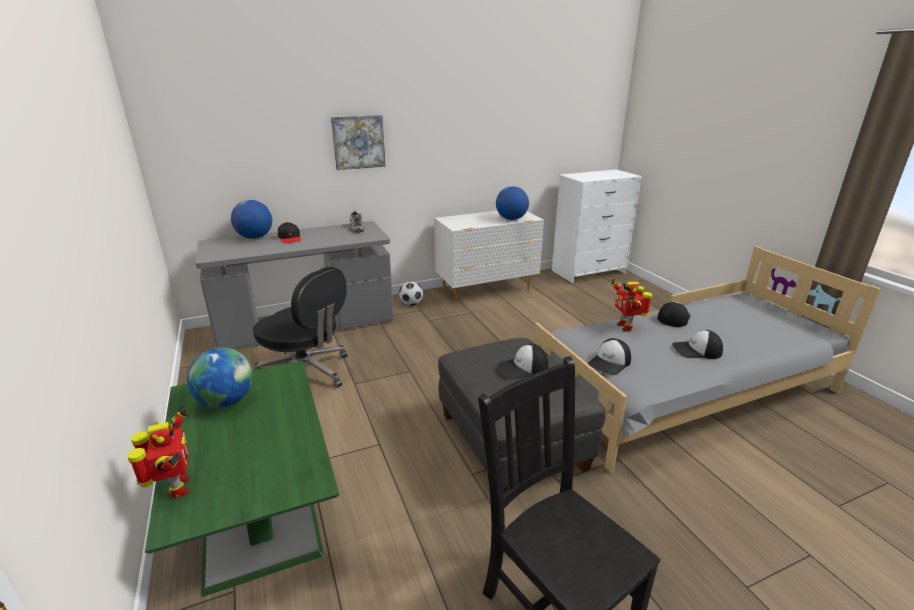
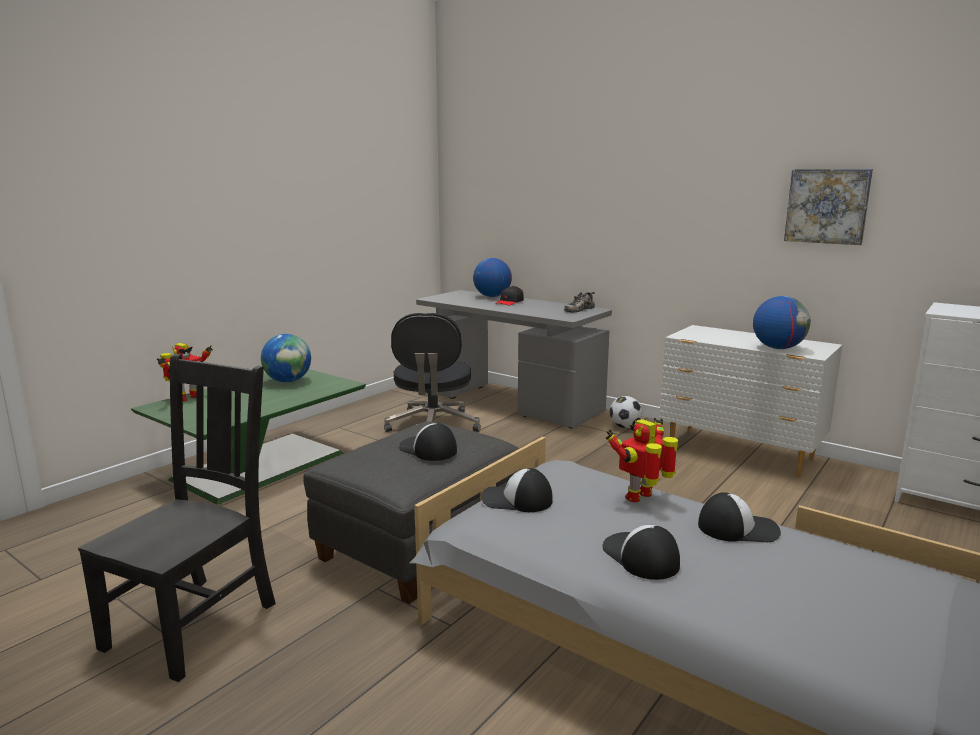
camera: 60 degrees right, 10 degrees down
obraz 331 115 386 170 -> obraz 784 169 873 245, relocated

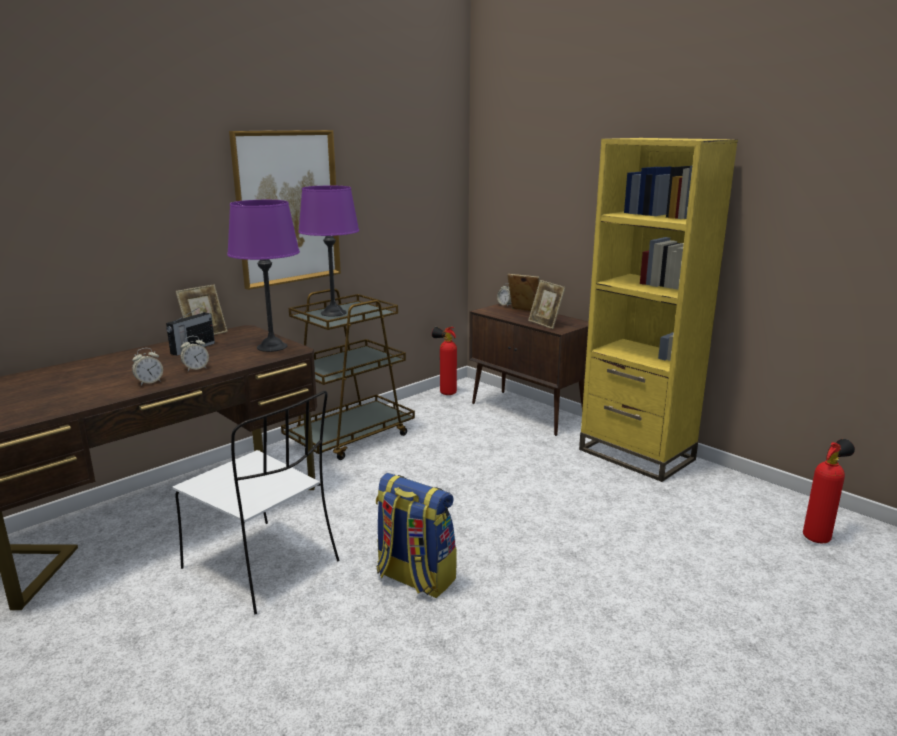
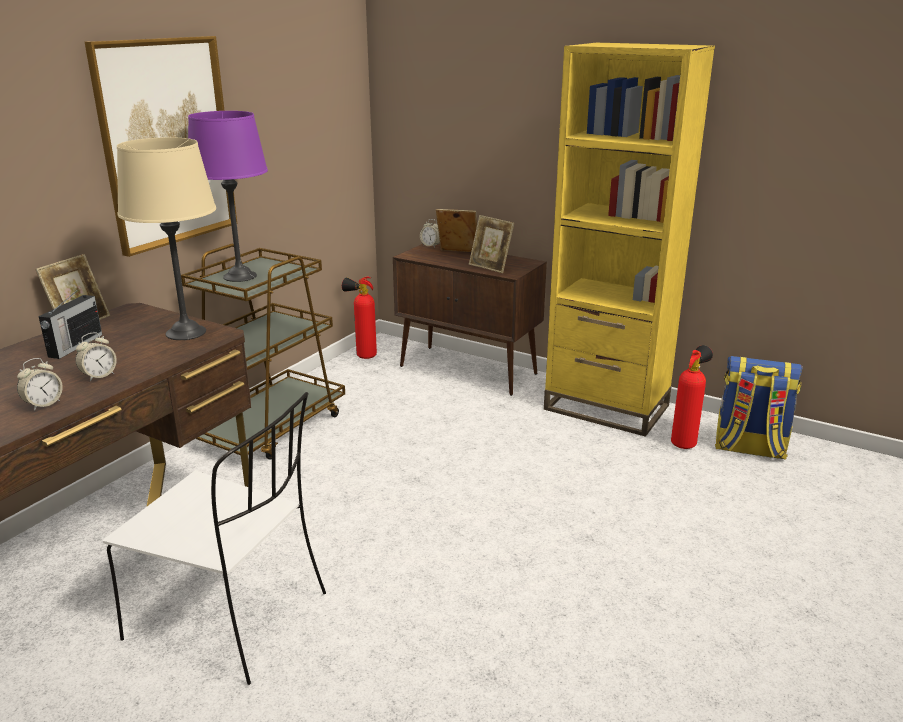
camera: 15 degrees left, 5 degrees up
lampa stołowa/fioletowy 227 200 300 352 -> lampa stołowa/beżowy 117 137 216 340
gaśnica 803 439 855 543 -> gaśnica 671 345 713 449, relocated
plecak 376 473 457 598 -> plecak 715 356 803 460, relocated

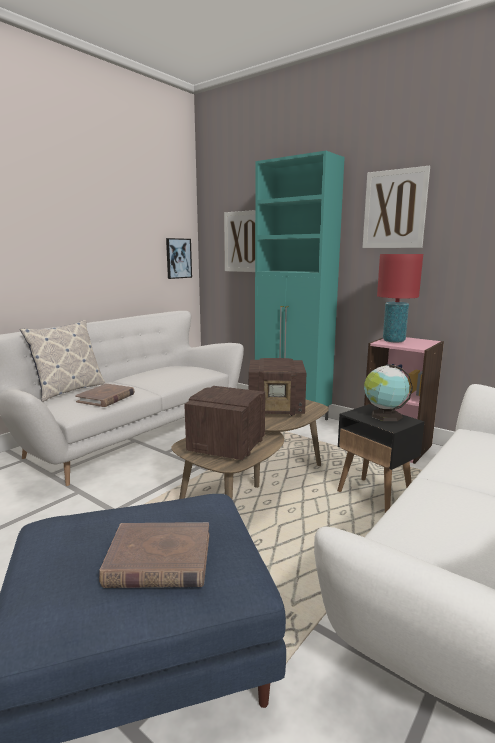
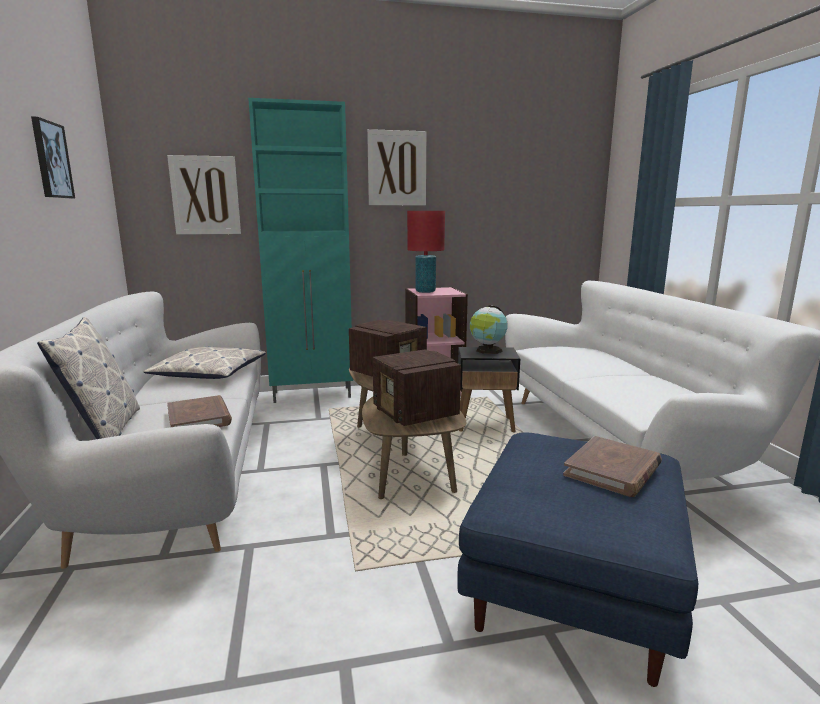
camera: 50 degrees left, 0 degrees up
obraz 166 238 192 279 -> obraz 31 116 75 198, relocated
none -> poduszka 143 346 266 379

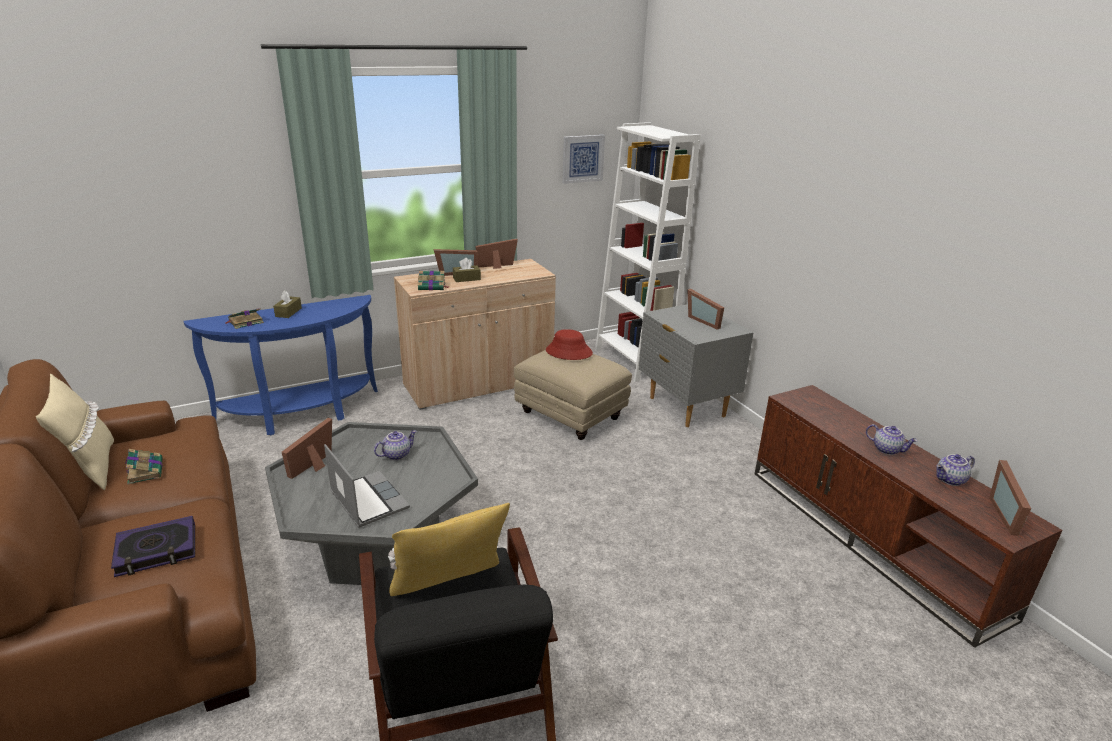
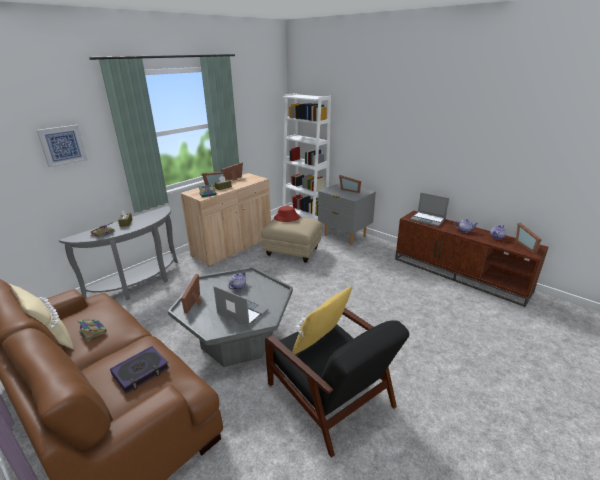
camera: 20 degrees left, 0 degrees up
obraz 563 135 605 184 -> obraz 37 125 87 168, relocated
stolik konsolowy/niebieski 184 295 378 436 -> stolik konsolowy/szary 59 206 178 300
none -> laptop 410 193 449 227

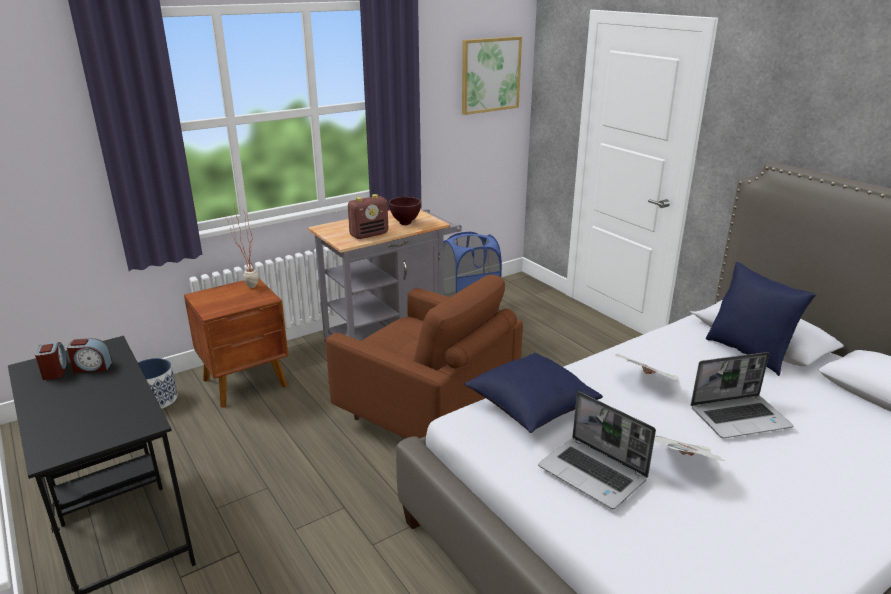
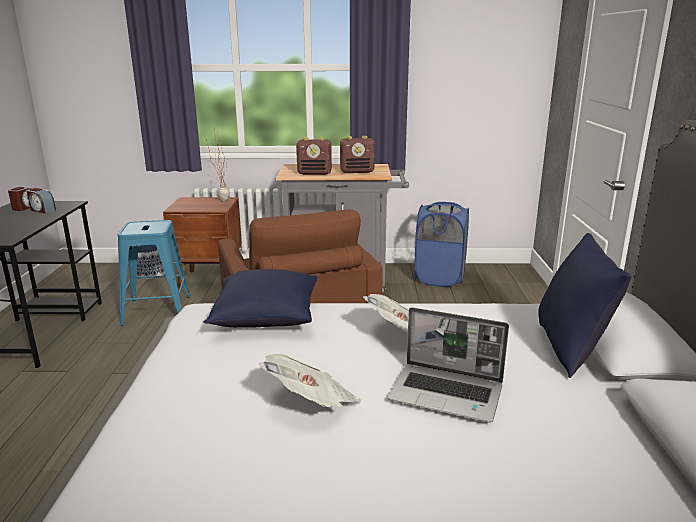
camera: 35 degrees right, 5 degrees down
obraz 462 36 522 115 -> none
miska/brązowy 389 197 421 225 -> radio 340 136 375 173
laptop 538 392 656 509 -> none
none -> stołek/niebieski 118 220 190 326

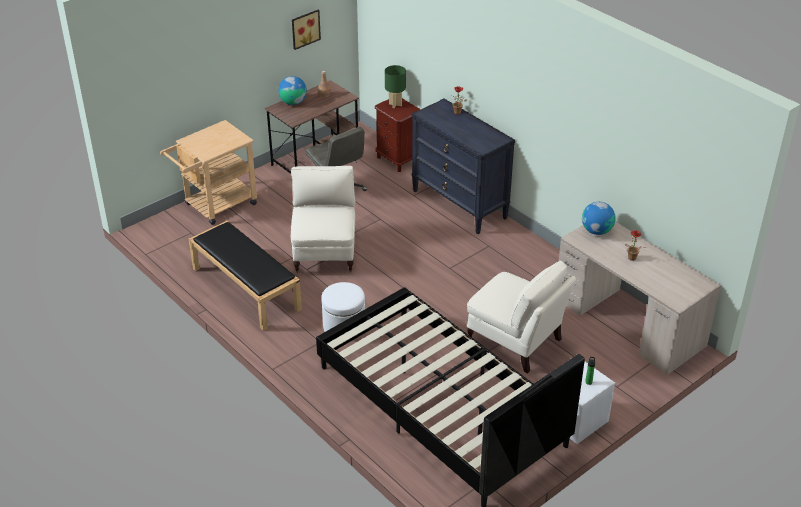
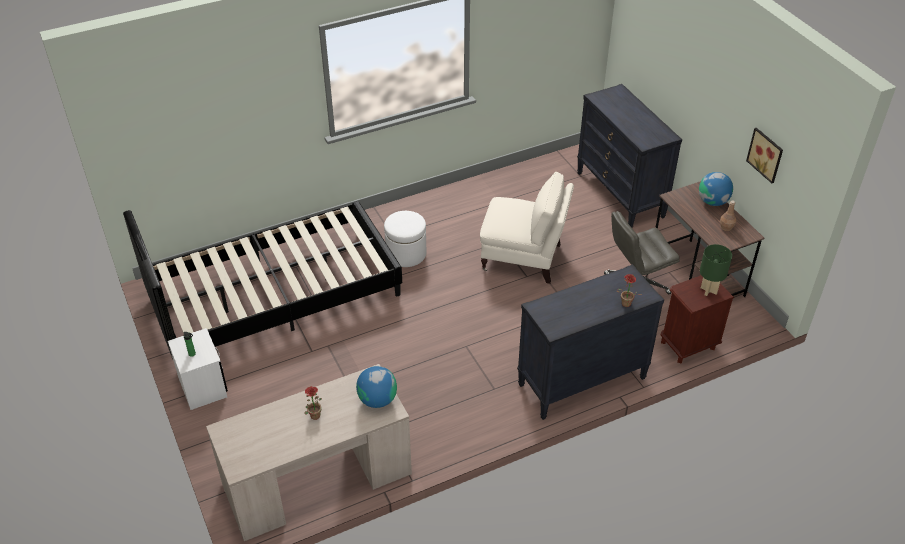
camera: 105 degrees right, 5 degrees up
wózek/beżowy 160 120 257 225 -> komoda/czarny 577 84 682 227
ławka/czarny 189 221 302 331 -> none
fotel/beżowy 467 260 576 373 -> none

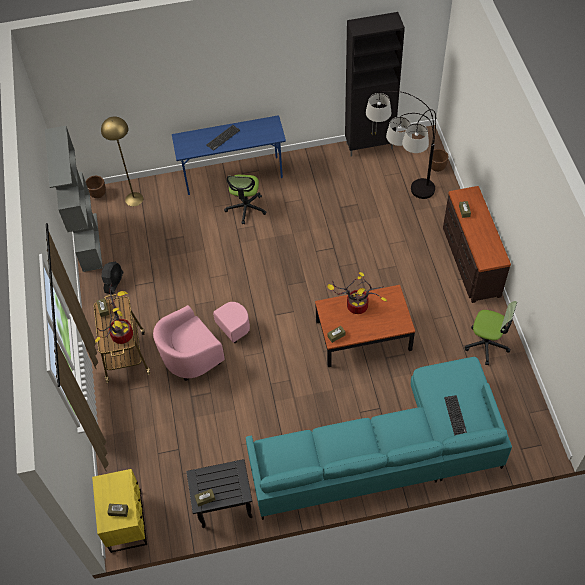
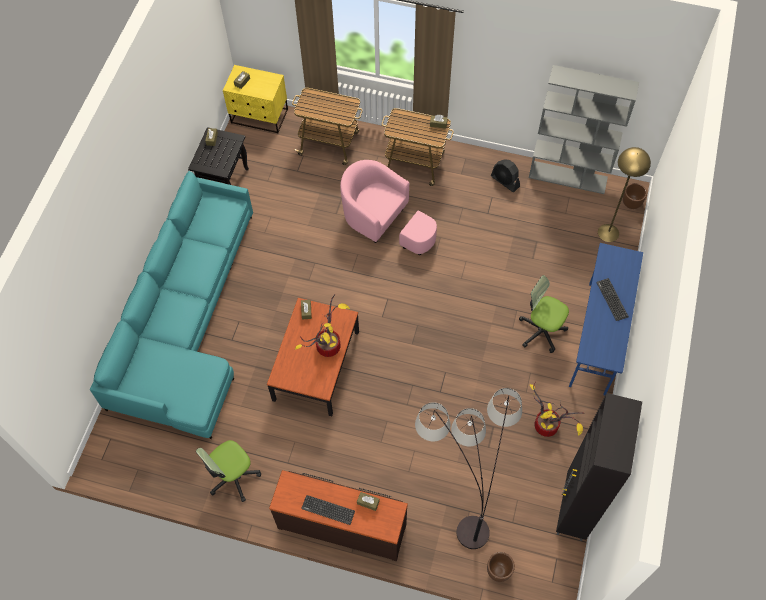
camera: 115 degrees right, 5 degrees up
roślina doniczkowa 95 283 133 344 -> roślina doniczkowa 530 381 585 437, relocated
fotel/różowy 153 302 250 381 -> fotel/różowy 340 160 437 256, 45 degrees counterclockwise
klawiatura 444 395 467 435 -> klawiatura 301 495 355 525, relocated
none -> wózek 292 88 363 165

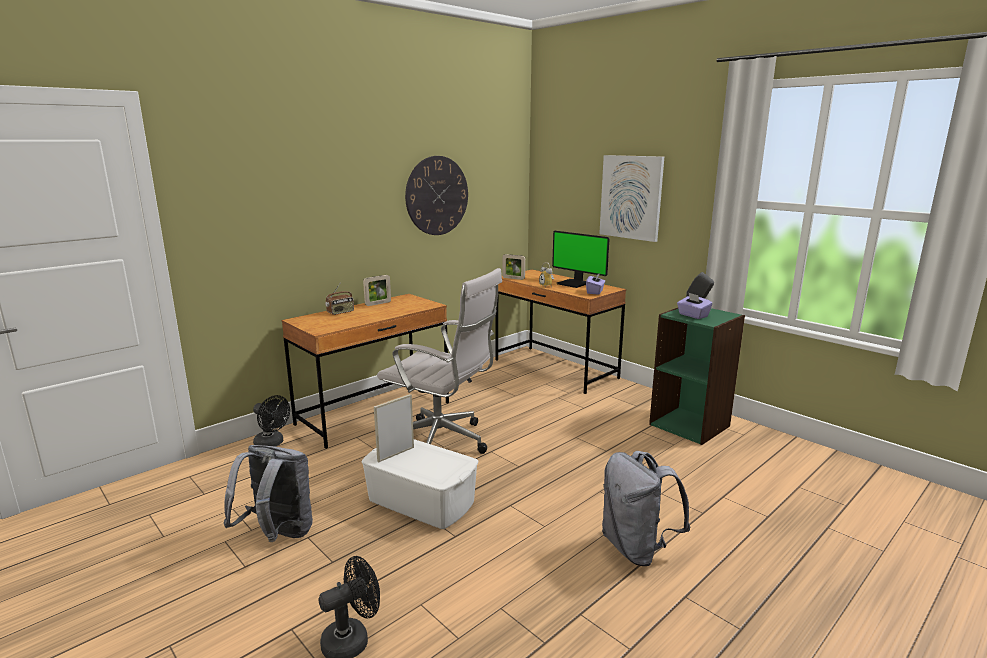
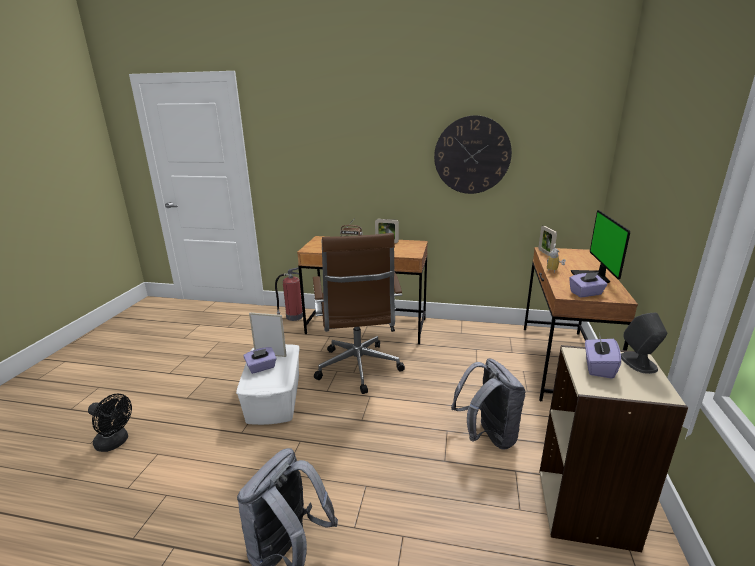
camera: 55 degrees right, 5 degrees up
obraz 599 155 664 242 -> none
krzesło biurowe/biały 377 268 502 454 -> krzesło biurowe/brązowy 313 233 405 394
regał/zielony 649 308 745 445 -> regał/beżowy 539 345 688 552
wentylator/czarny 253 395 290 447 -> gaśnica 275 267 303 321
plecak/szary 224 445 313 542 -> plecak/szary 451 358 526 450, relocated
none -> pudełko chusteczek/fioletowy 243 347 277 374

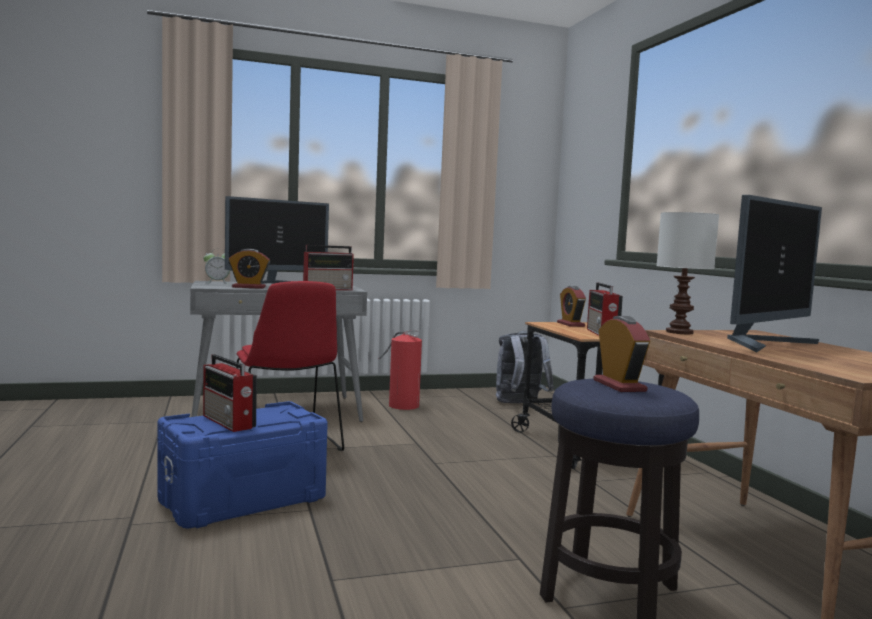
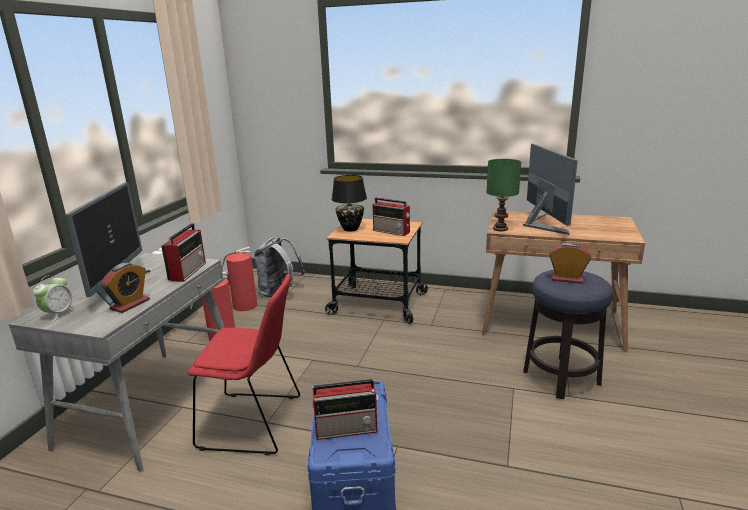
camera: 55 degrees left, 15 degrees up
lampa stołowa/biały 657 212 719 334 -> lampa stołowa/zielony 486 159 521 231
budzik 557 286 586 327 -> lampa stołowa/czarny 332 175 367 232
none -> gaśnica 222 247 257 311

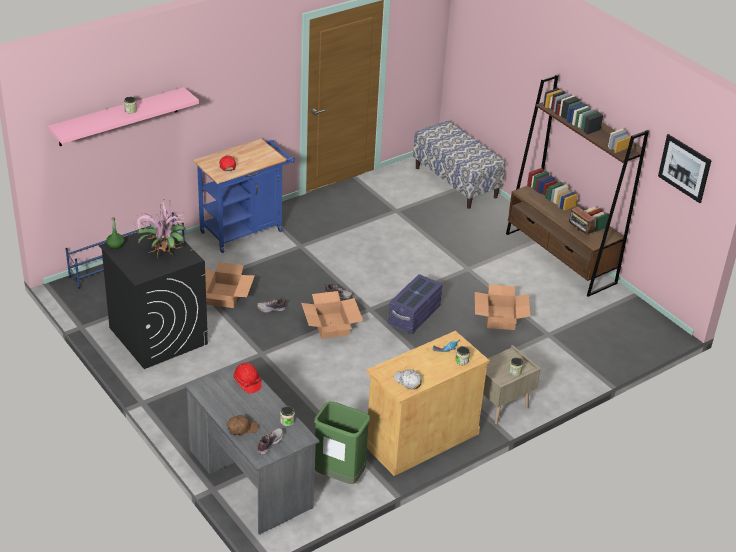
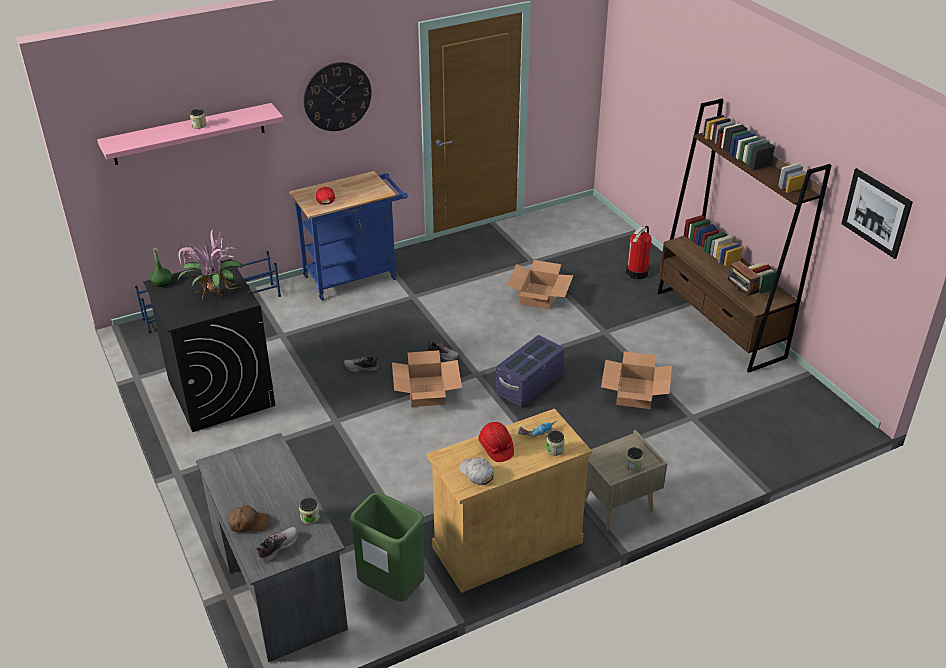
camera: 10 degrees right, 0 degrees up
ławka 413 121 506 209 -> none
karton 205 262 255 308 -> karton 507 260 573 309, relocated
kask/czerwony 233 363 262 394 -> kask/czerwony 479 422 514 462, relocated
none -> zegar ścienny 304 62 372 131
none -> gaśnica 626 226 652 279

